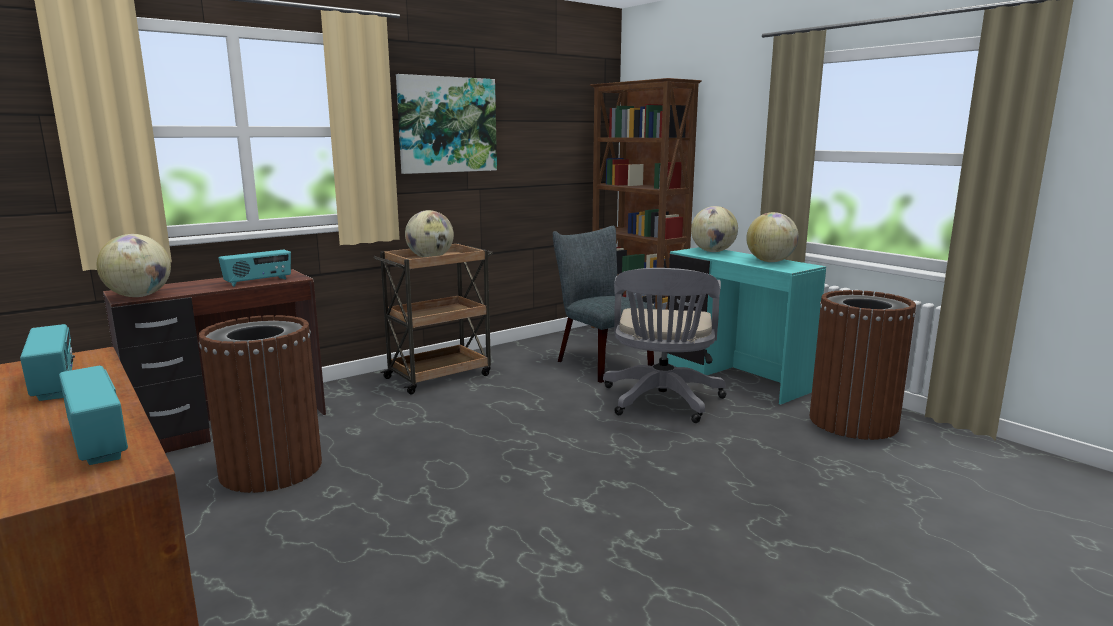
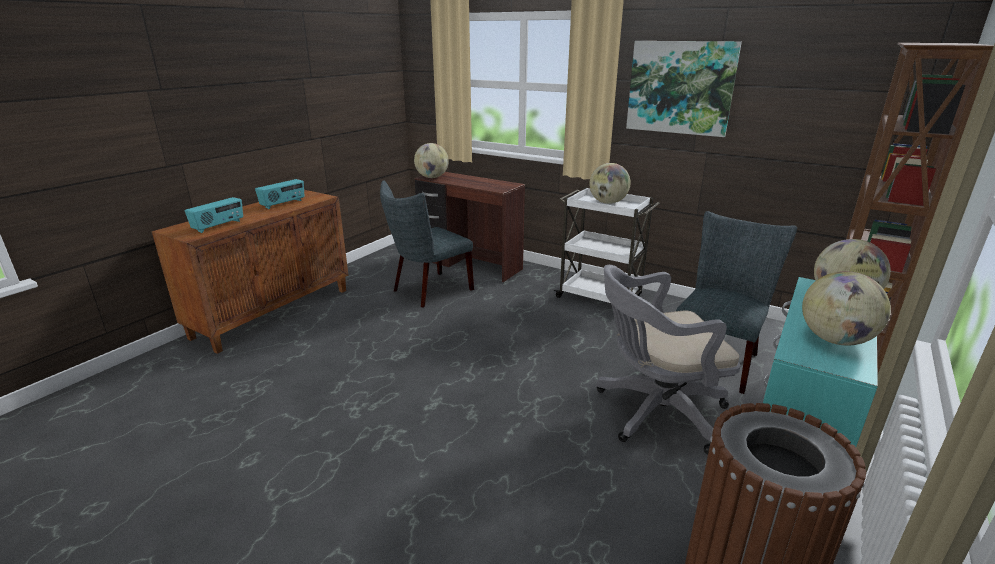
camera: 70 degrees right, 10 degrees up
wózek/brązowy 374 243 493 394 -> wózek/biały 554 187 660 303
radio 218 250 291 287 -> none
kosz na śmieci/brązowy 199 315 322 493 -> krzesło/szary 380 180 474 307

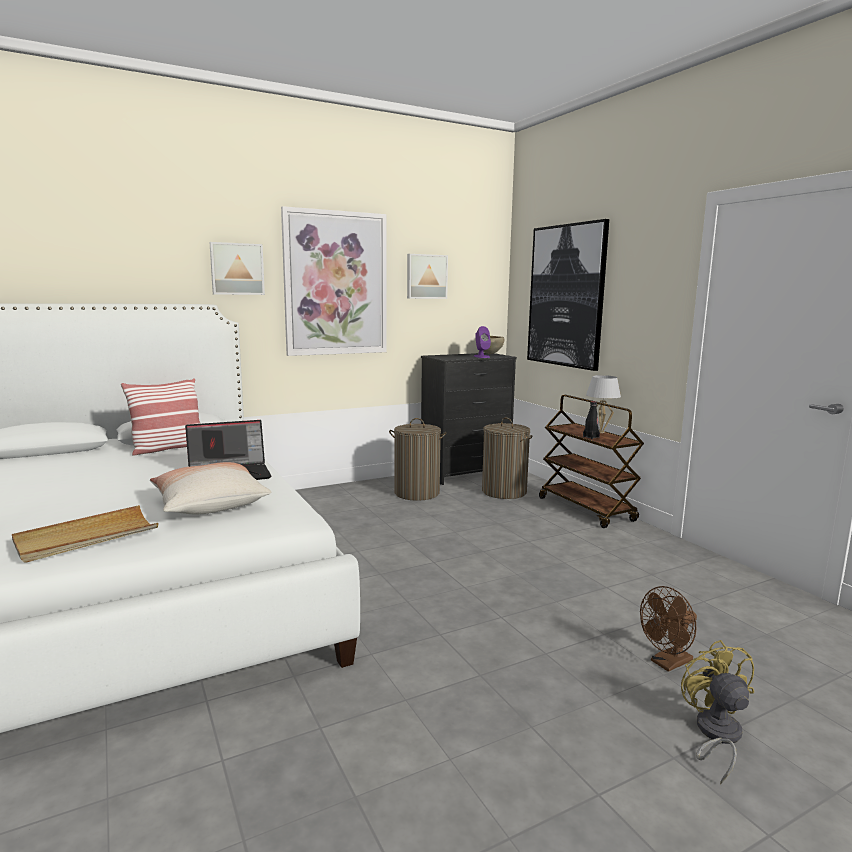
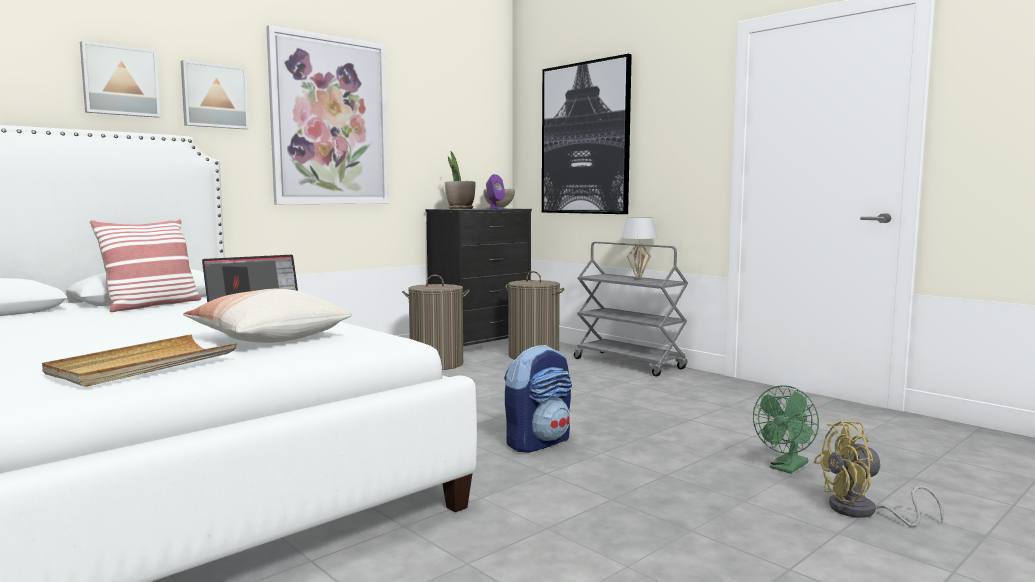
camera: 15 degrees left, 5 degrees down
obraz 407 254 448 299 -> obraz 80 41 161 118, relocated
wózek/brązowy 539 395 644 528 -> wózek/szary 574 242 688 376
butelka/czarny 583 401 600 439 -> none
wentylator/brązowy 640 586 697 672 -> wentylator/zielony 753 385 819 474
wentylator/żółty 681 640 754 785 -> wentylator/żółty 813 421 943 527, 75 degrees counterclockwise
none -> roślina doniczkowa 445 151 475 209
none -> plecak 504 345 572 453

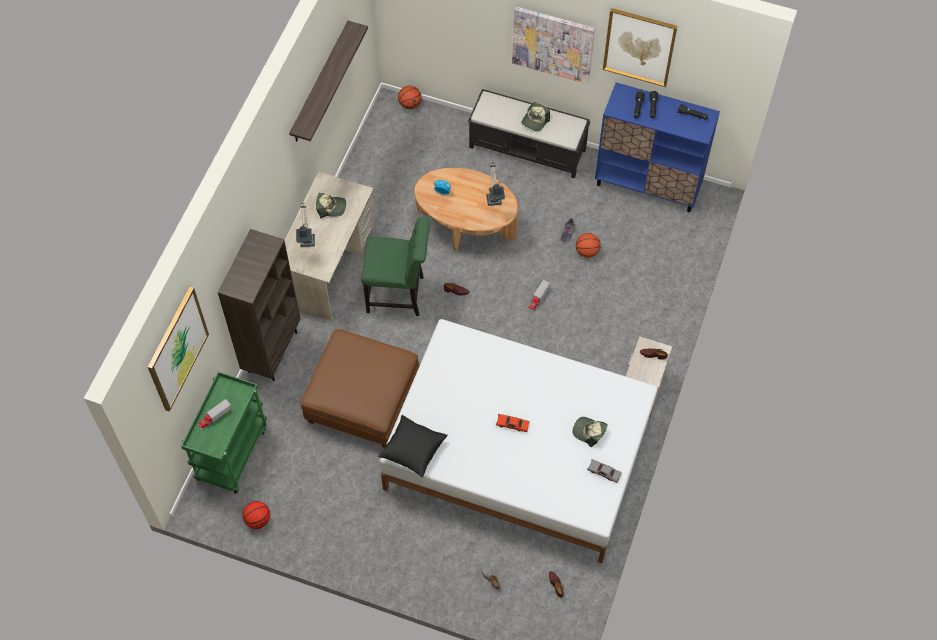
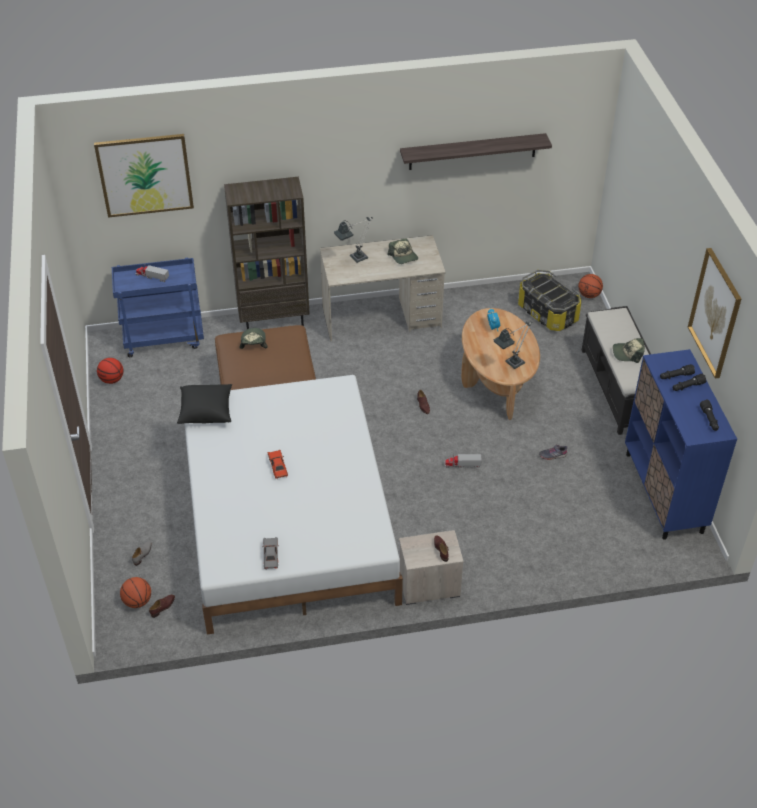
camera: 60 degrees right, 15 degrees down
obraz 512 6 595 84 -> none
krzesło/zielony 361 217 430 316 -> none
piłka do koszykówki 576 233 601 258 -> piłka do koszykówki 120 577 151 608, relocated
wózek/zielony 181 372 267 494 -> wózek/niebieski 112 258 204 357
czapka z daszkiem 572 417 608 447 -> czapka z daszkiem 239 328 268 349, relocated
none -> pojemnik do przechowywania 518 270 581 331

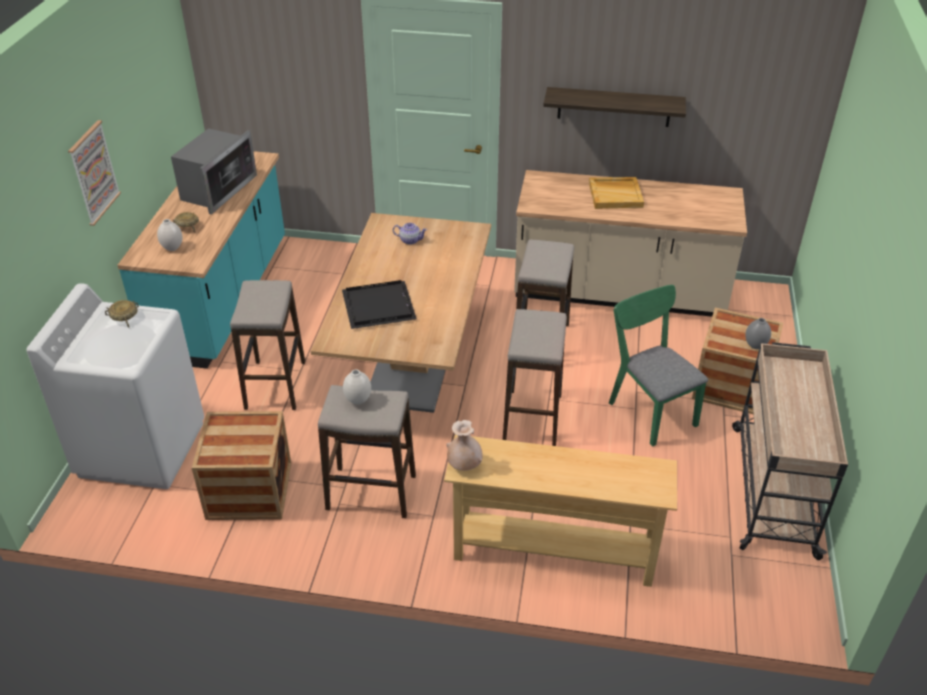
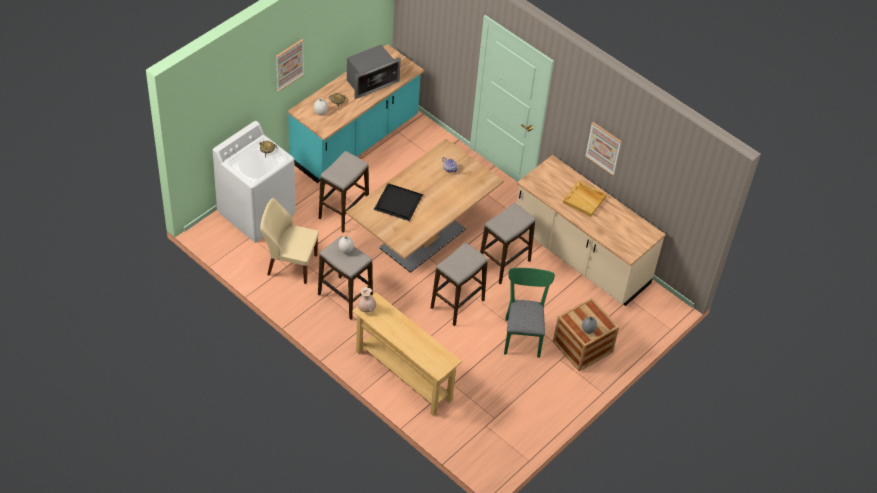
camera: 30 degrees right, 10 degrees up
półka 543 87 686 127 -> obraz 585 122 622 175
wózek/beżowy 732 342 848 560 -> none
skrzynka 192 411 291 520 -> krzesło/beżowy 260 198 319 284

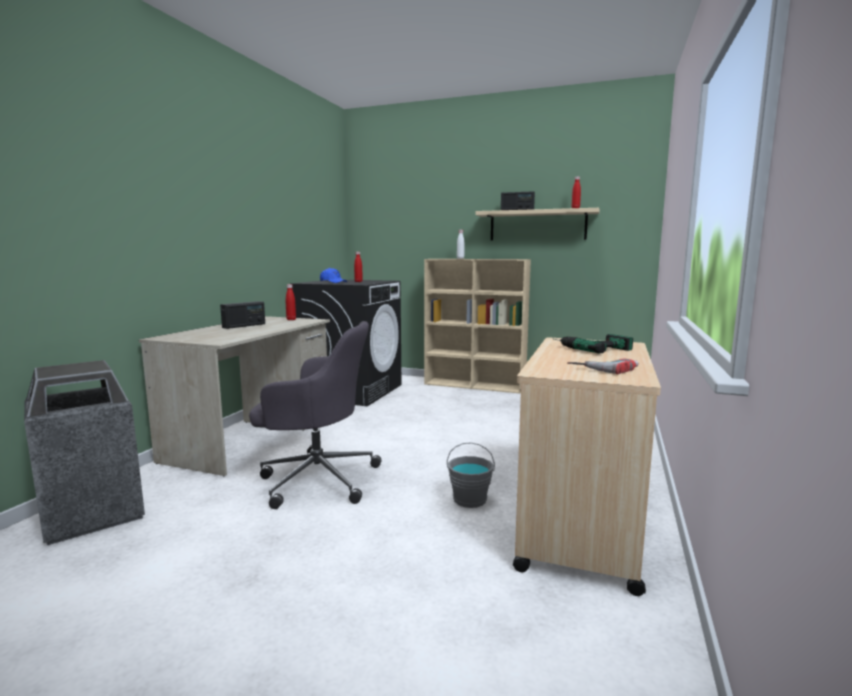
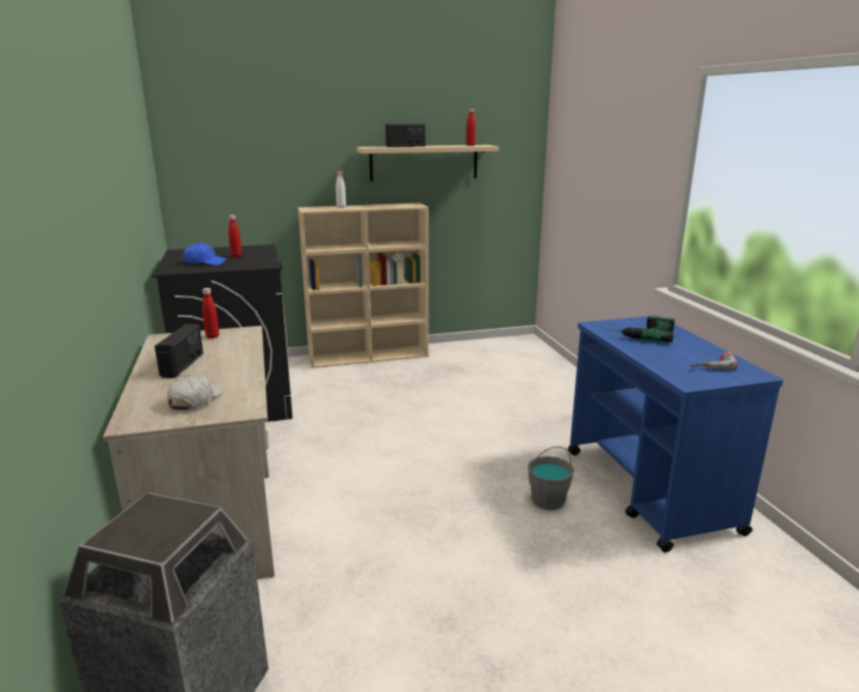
camera: 35 degrees left, 10 degrees up
krzesło biurowe/szary 249 321 381 509 -> none
wózek/beżowy 513 337 661 596 -> wózek/niebieski 568 316 783 553
none -> czapka z daszkiem/biały 167 373 223 410

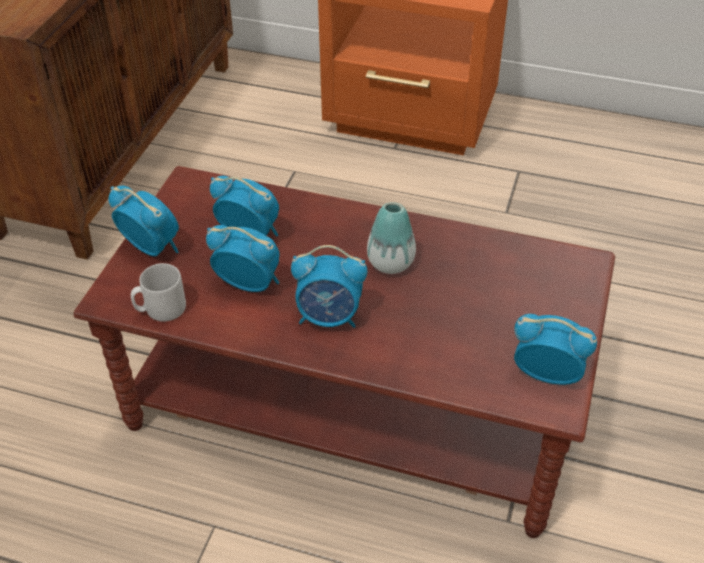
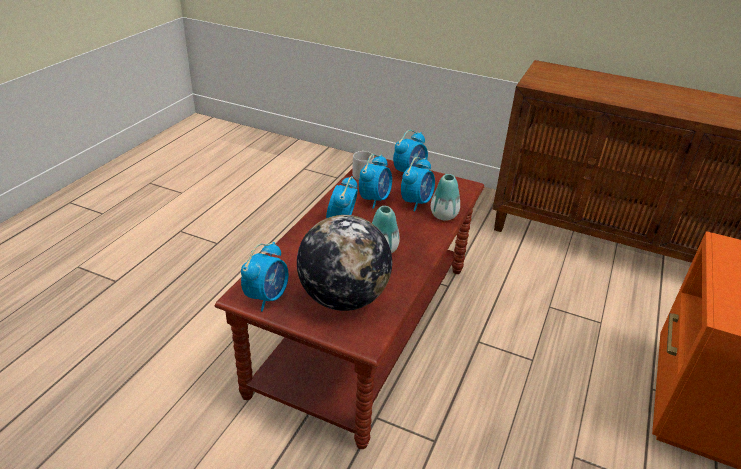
camera: 95 degrees right, 10 degrees down
none -> wazon 431 174 460 221
none -> globus 297 215 392 311

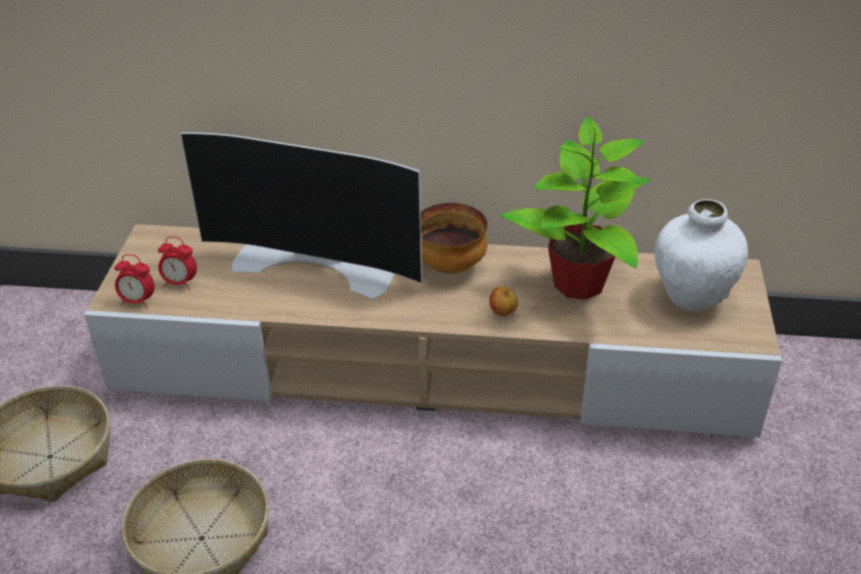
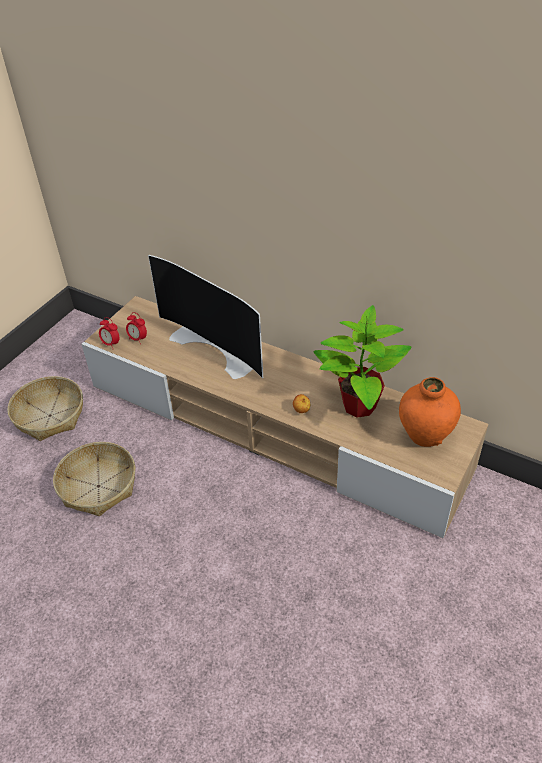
camera: 25 degrees right, 5 degrees up
wazon/biały 655 199 748 311 -> wazon/pomarańczowy 399 377 461 447
miska 421 203 488 274 -> none

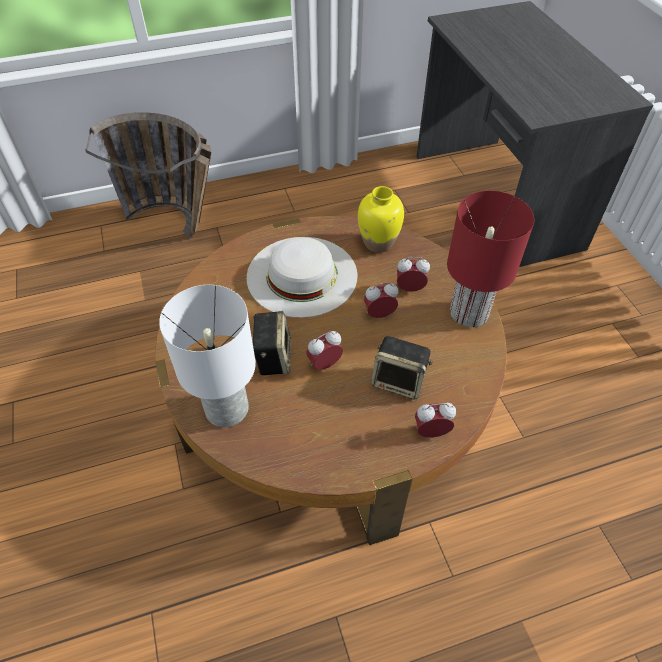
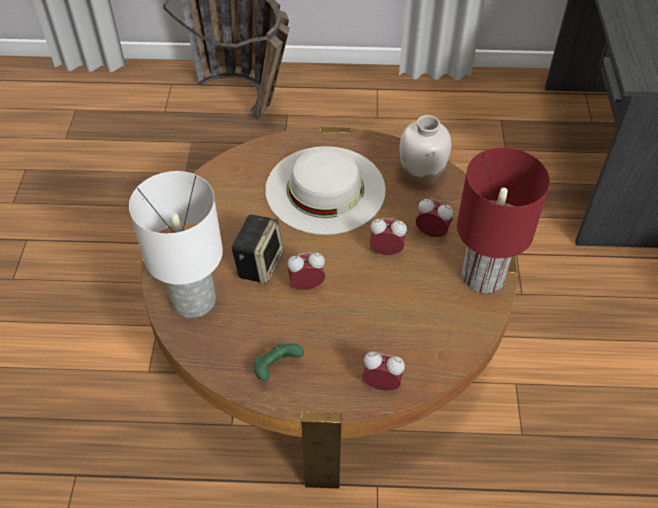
camera: 20 degrees right, 0 degrees up
wazon/żółty 358 186 404 253 -> wazon/biały 400 115 451 187
głośnik 371 336 433 399 -> none
none -> pad do gier/zielony 253 344 304 381

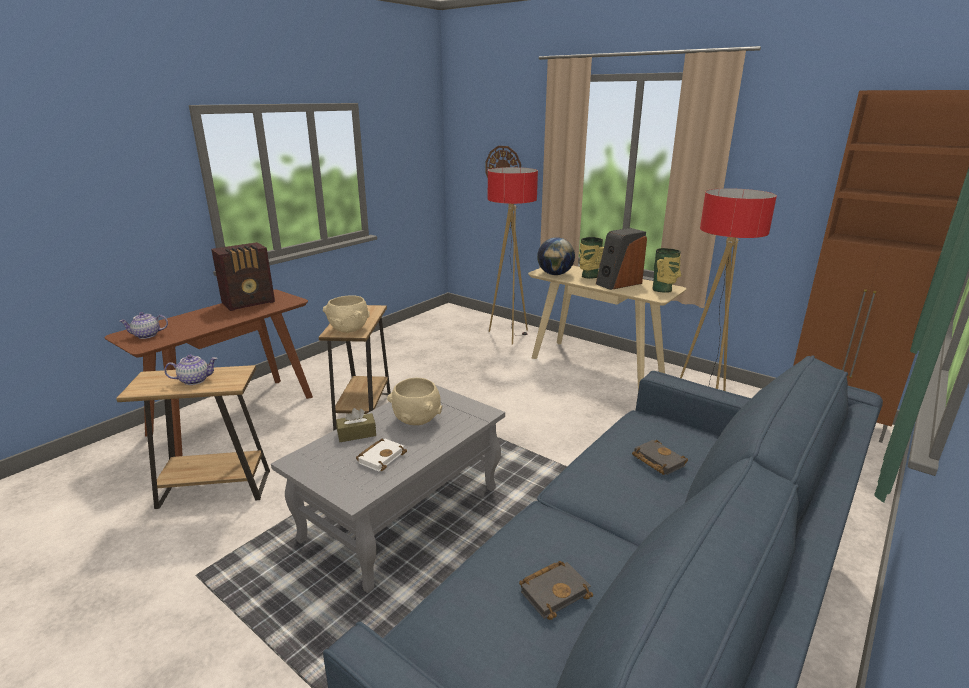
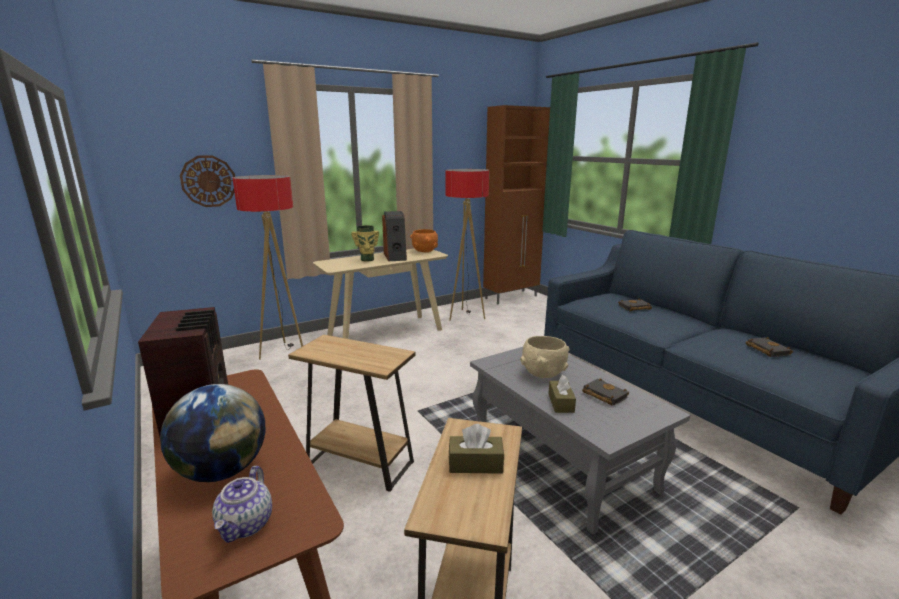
camera: 70 degrees left, 5 degrees down
globus 537 237 575 275 -> globus 160 384 265 482, relocated
wazon 653 248 681 293 -> miska/pomarańczowy 410 229 438 252
miska/beżowy 323 295 370 333 -> none
imbryk 164 354 217 385 -> pudełko chusteczek/brązowy 448 424 504 474
książka/biały 356 439 407 472 -> książka/czarny 582 378 629 406

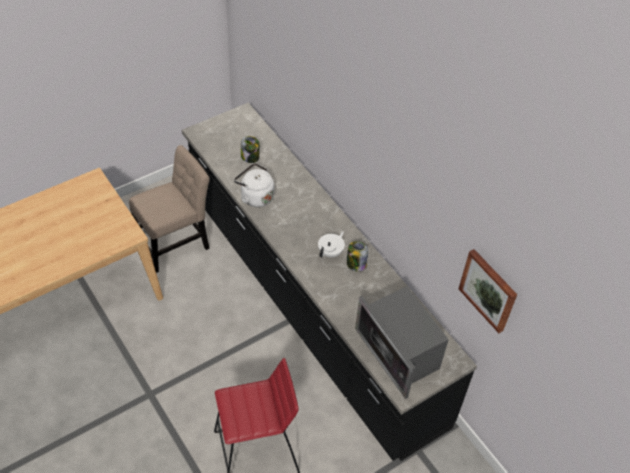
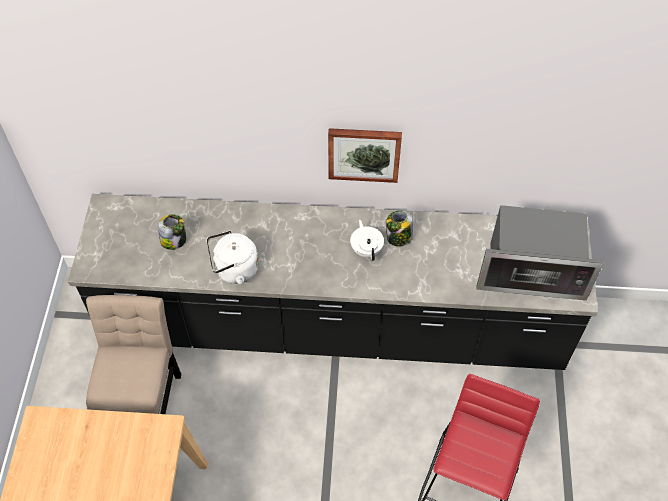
camera: 50 degrees left, 5 degrees up
obraz 459 249 517 333 -> obraz 328 128 402 183, relocated

